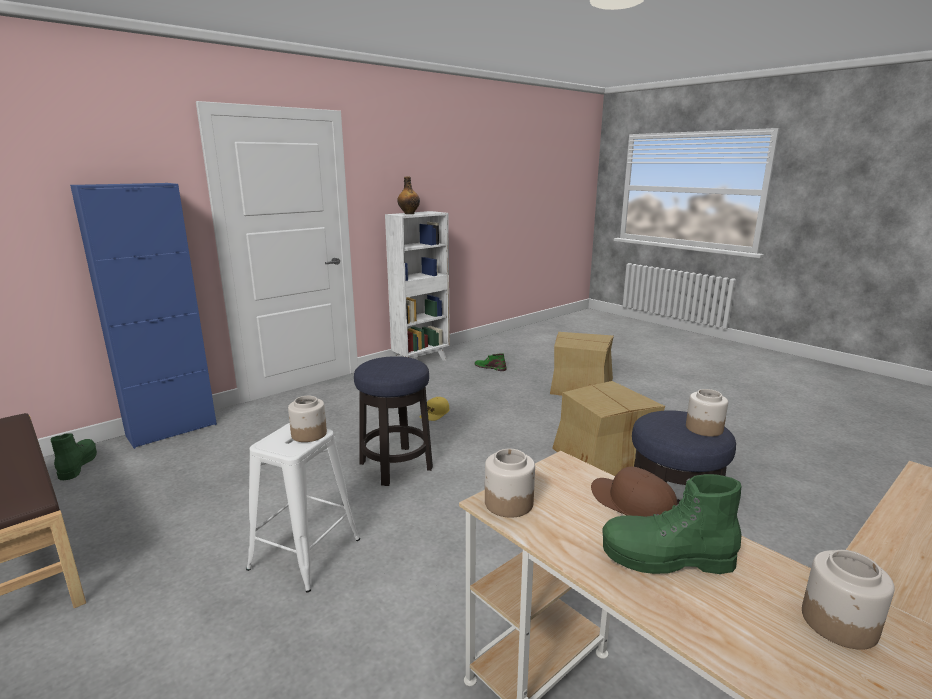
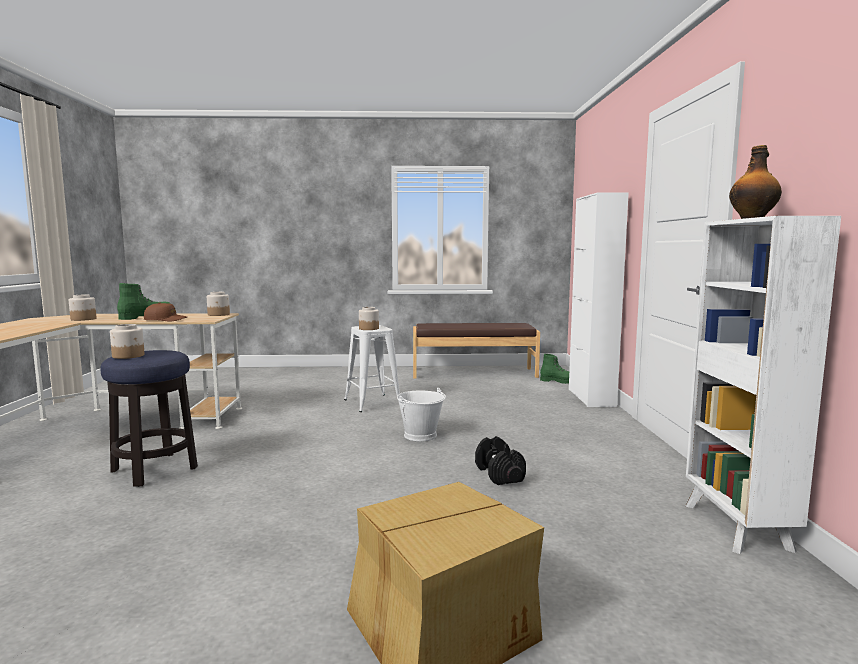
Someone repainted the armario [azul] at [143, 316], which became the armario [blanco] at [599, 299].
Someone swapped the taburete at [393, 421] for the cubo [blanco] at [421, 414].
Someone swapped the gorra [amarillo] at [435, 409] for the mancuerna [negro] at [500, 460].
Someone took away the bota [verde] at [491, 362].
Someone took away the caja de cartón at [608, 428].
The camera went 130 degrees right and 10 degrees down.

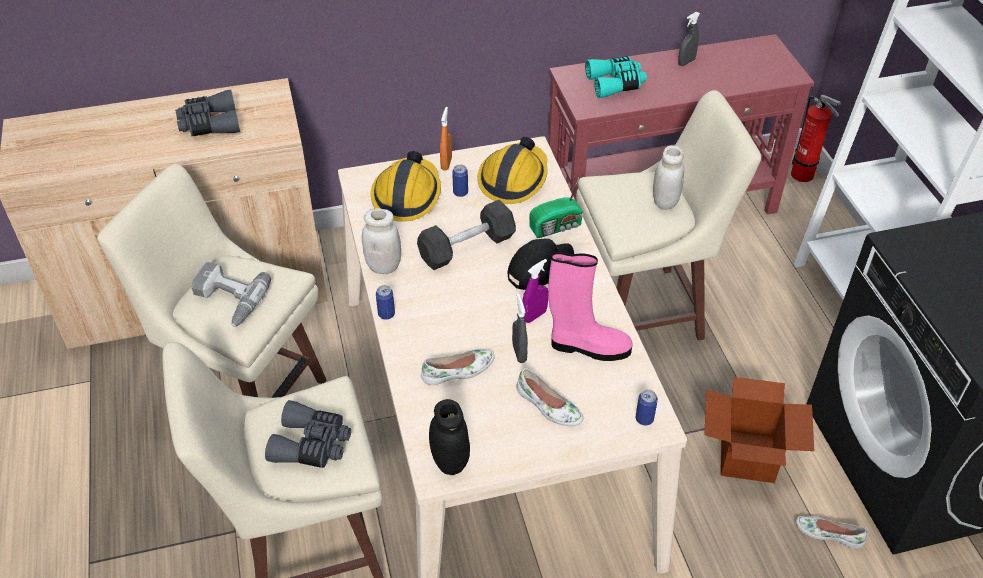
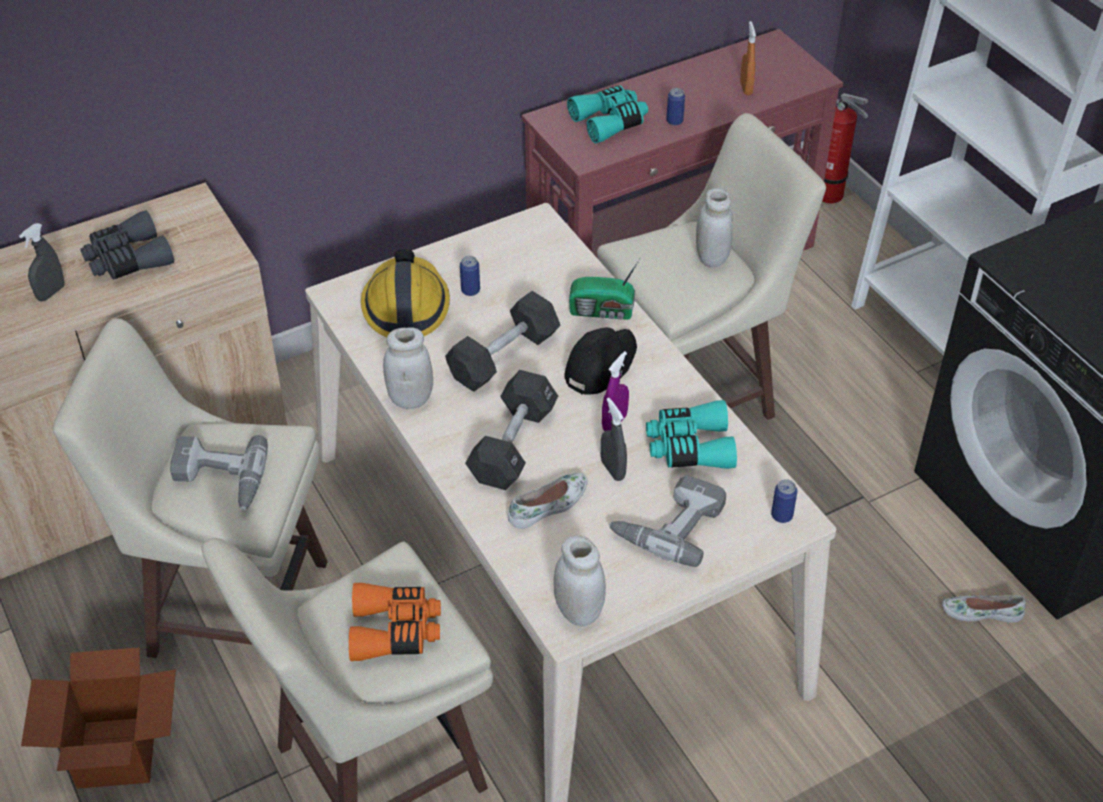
Someone repainted the prismáticos [gris] at [308, 434], which became the prismáticos [naranja] at [395, 622].
Someone carried the lata from [385, 302] to [675, 107].
Someone repainted the tarro [negro] at [449, 437], which became the tarro [blanco] at [580, 580].
Someone carried the pulverizador [naranja] from [446, 138] to [748, 58].
Someone took away the casco at [513, 170].
Someone swapped the zapato [blanco] at [550, 397] for the taladro at [667, 521].
Someone rotated the radio at [556, 206] by 45 degrees clockwise.
Someone swapped the bota [rosa] at [590, 306] for the prismáticos [turquesa] at [691, 434].
Someone carried the pulverizador [gris] from [689, 39] to [41, 262].
Someone carried the caja de cartón from [759, 430] to [98, 718].
Someone put down the mancuerna [negro] at [511, 430].
The camera went 15 degrees left and 0 degrees up.

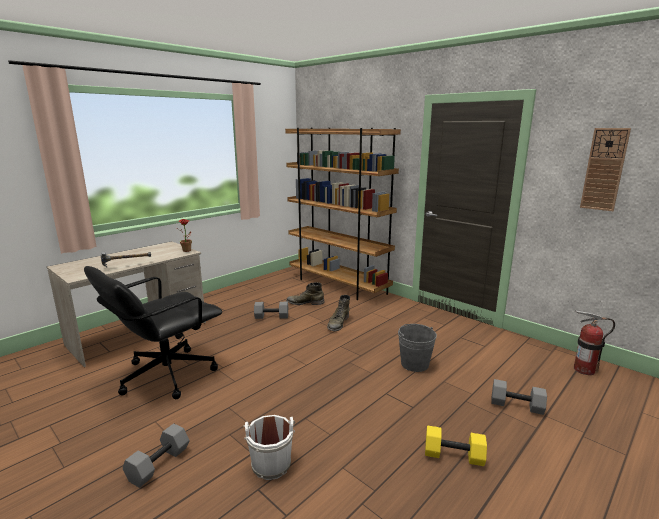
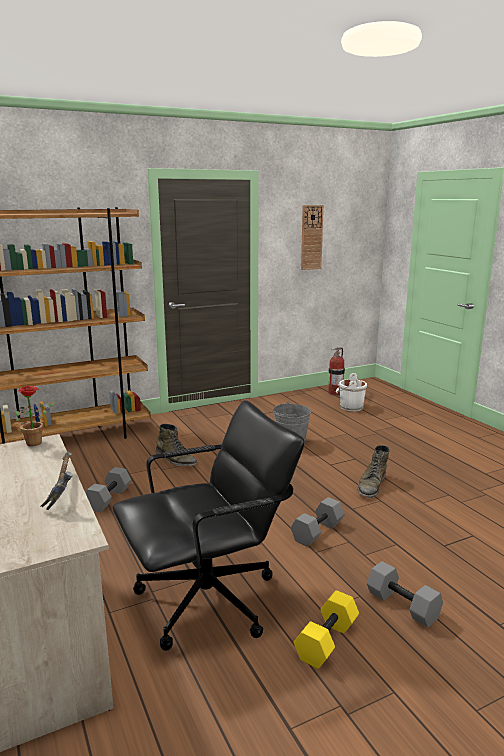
Someone rotated the silla de oficina [negro] at [153, 332] by 90 degrees counterclockwise.
Someone carried the cubo [blanco] from [269, 447] to [351, 392].
Someone carried the bota [verde] from [305, 293] to [373, 471].
Someone carried the mancuerna [amarillo] from [456, 445] to [326, 629].
Someone carried the mancuerna [gris] from [519, 397] to [317, 521].
The camera went 70 degrees left and 0 degrees up.

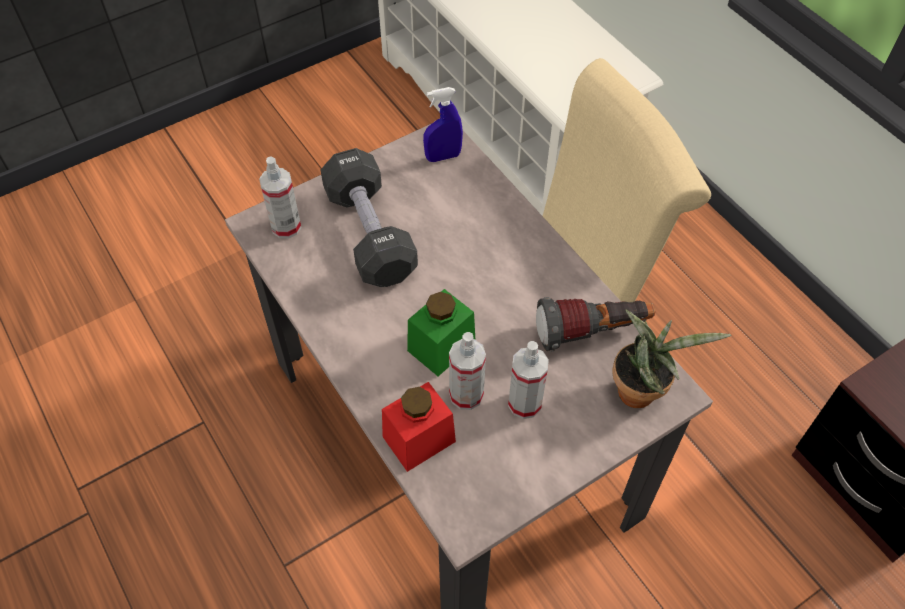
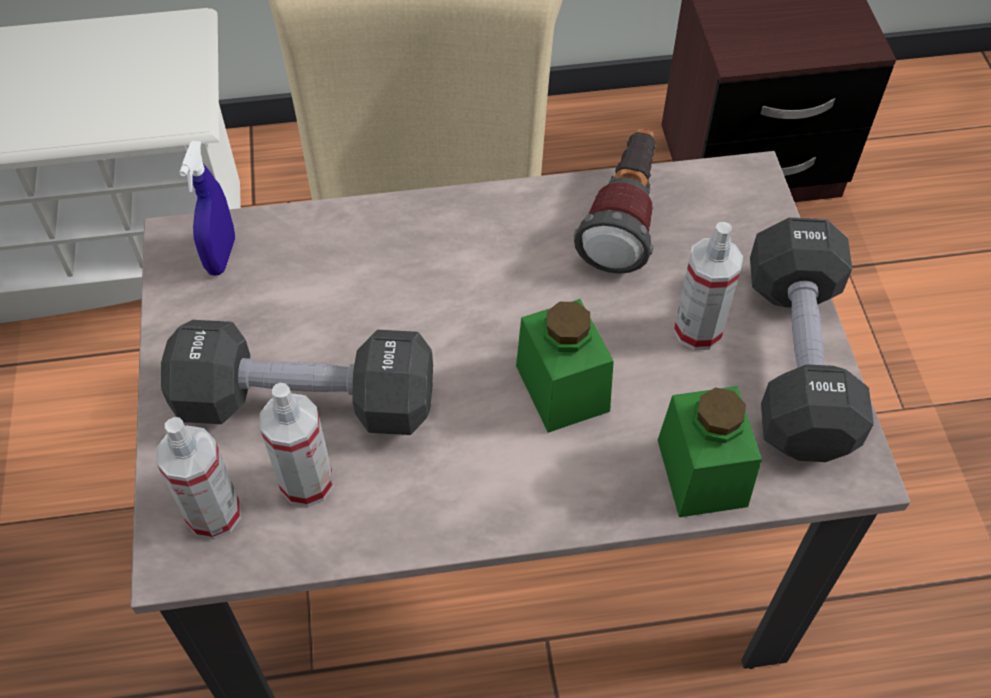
Someone repainted the tarro [rojo] at [419, 427], which became the tarro [verde] at [710, 451].
Someone carried the pulverizador from [467, 371] to [296, 445].
Someone took away the planta en maceta at [671, 359].
Someone put down the mancuerna [negro] at [812, 339].
The camera went 65 degrees left and 0 degrees up.

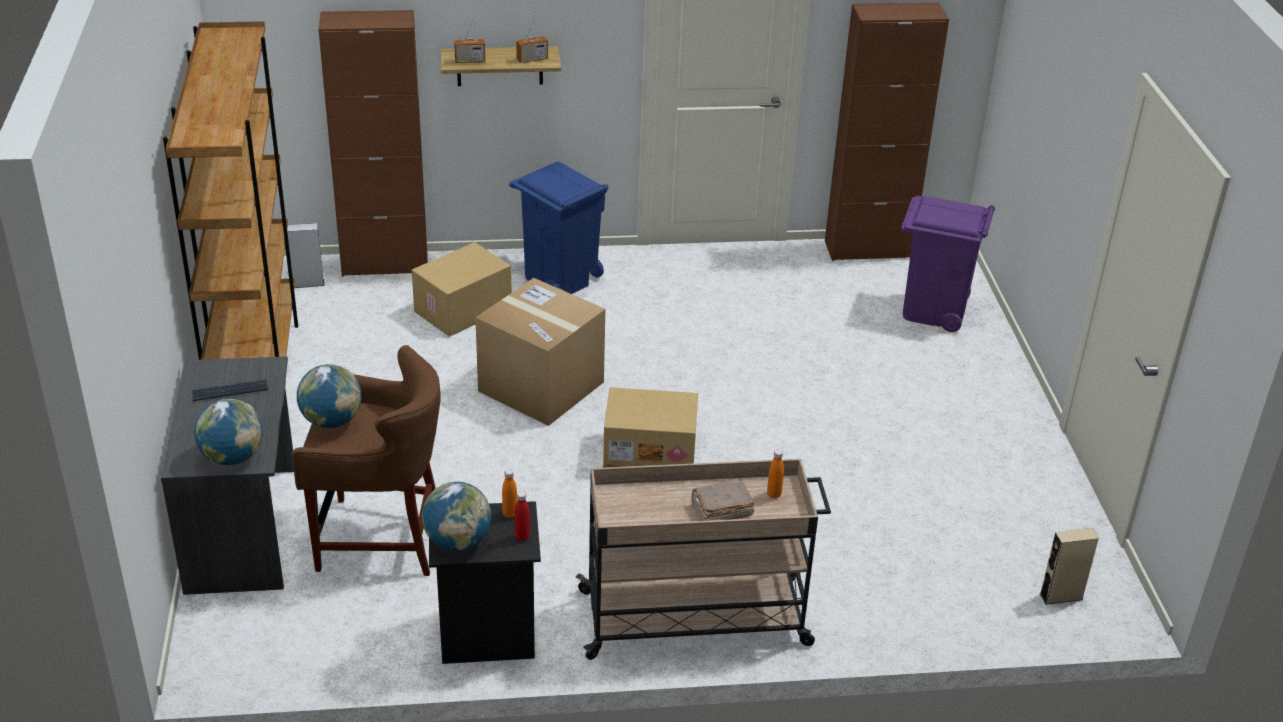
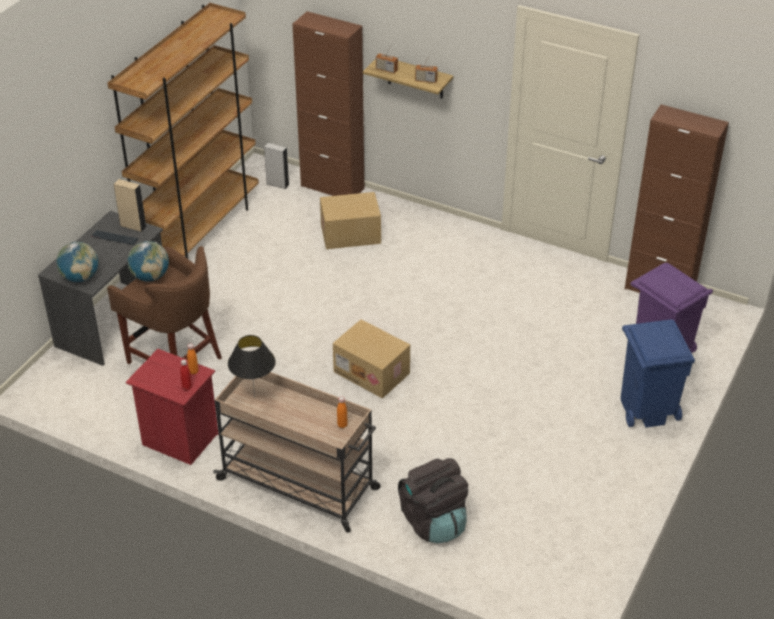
Someone took away the globo terráqueo at [456, 516].
Someone repainted the mesita de noche [negro] at [485, 582], which became the mesita de noche [rojo] at [172, 407].
Someone took away the caja de cartón at [540, 352].
Someone carried the papelera [azul] from [559, 228] to [658, 374].
Someone took away the libro [marrón] at [723, 500].
Someone carried the altavoz [beis] from [1069, 566] to [130, 205].
Someone put down the lámpara de mesa [negro] at [252, 366].
Someone put down the mochila [negro] at [433, 500].
The camera went 35 degrees right and 5 degrees up.

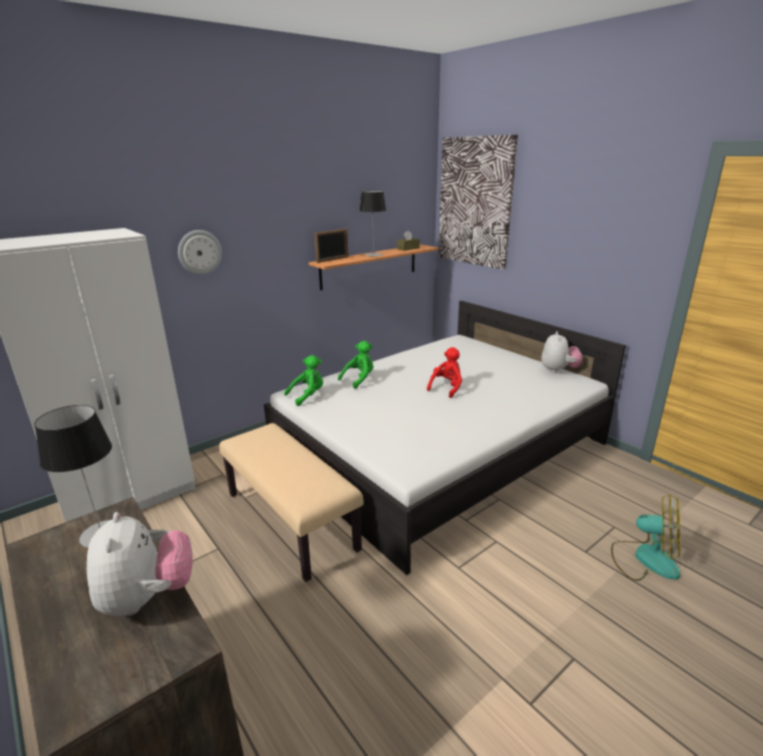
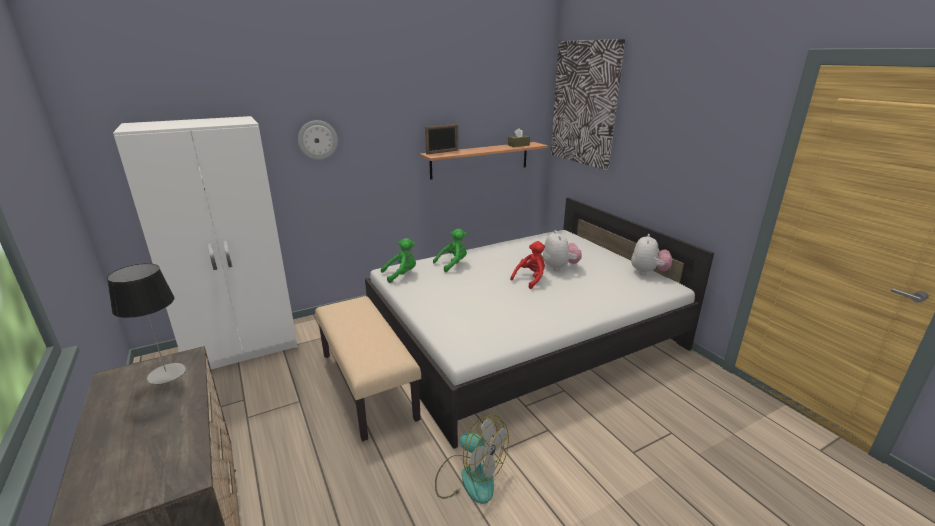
Someone carried the peluche from [140, 564] to [562, 250].
Someone took away the lámpara de mesa at [372, 223].
Someone carried the ventilador from [645, 537] to [472, 459].
The camera went 10 degrees right and 0 degrees up.

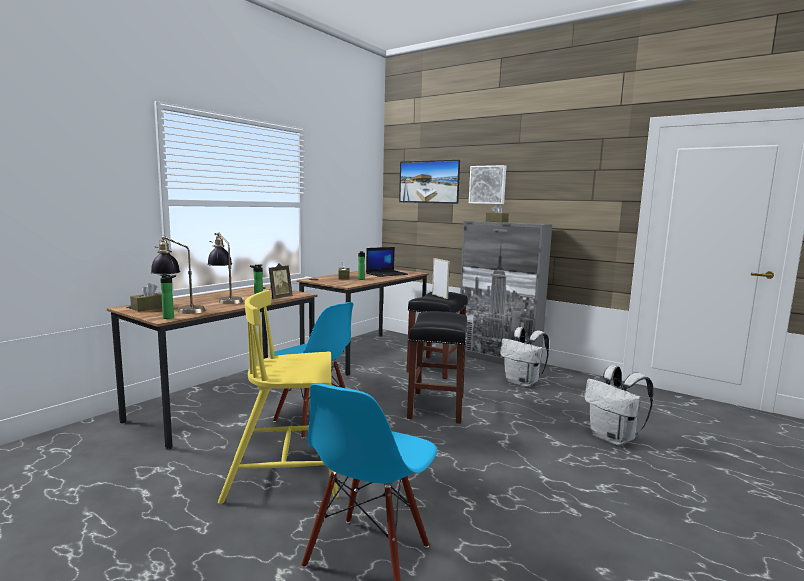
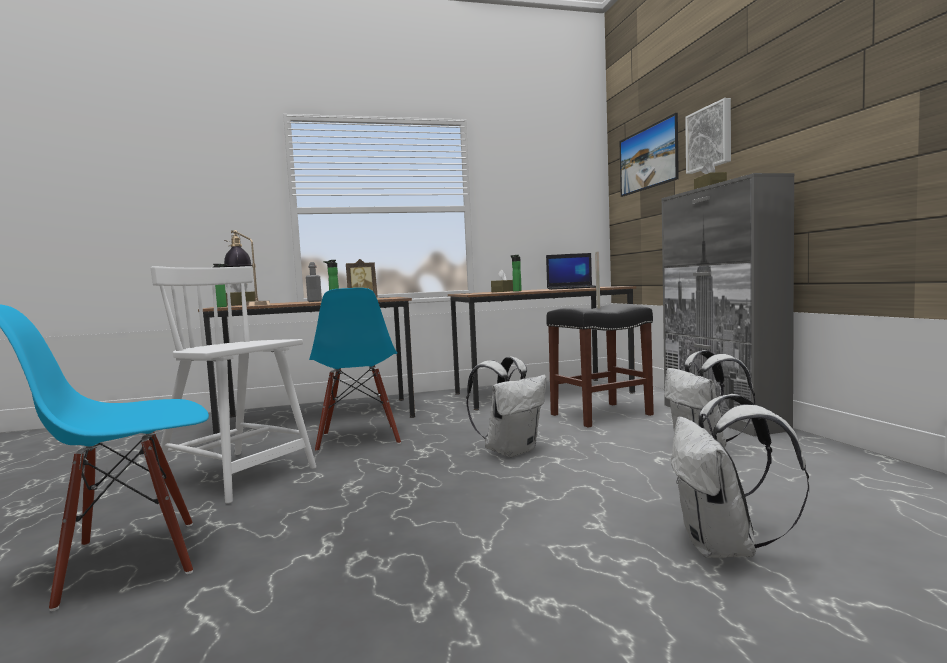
Someone swapped the lámpara de mesa at [225, 268] for the botella [gris] at [314, 282].
Someone repainted the silla [amarillo] at [278, 397], which became the silla [blanco] at [233, 385].
Someone swapped the taburete [negro] at [437, 367] for the mochila [blanco] at [506, 407].
The camera went 40 degrees right and 5 degrees down.

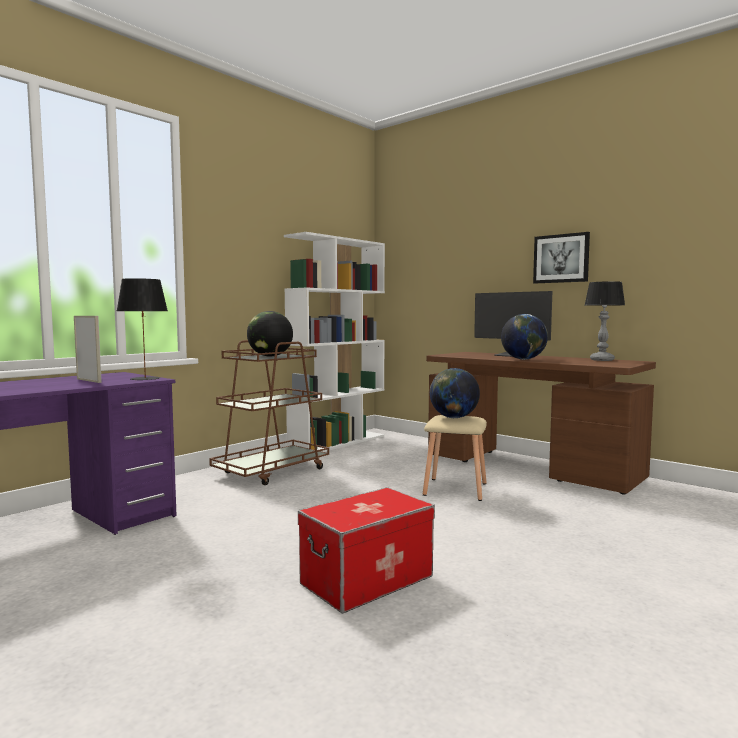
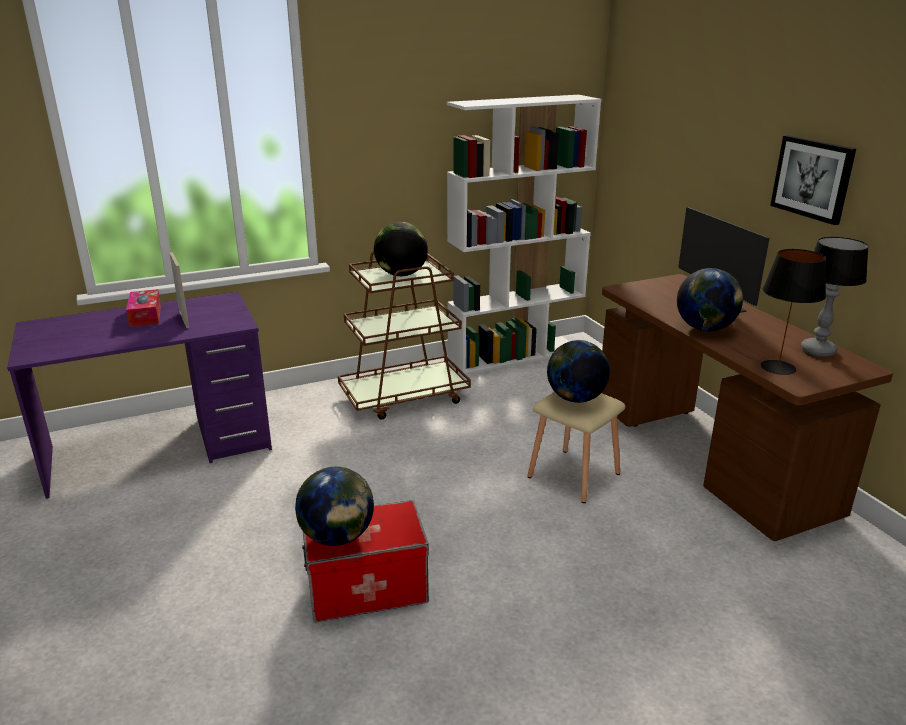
Someone carried the lámpara de mesa [negro] from [142, 329] to [793, 312].
Someone put down the caja de pañuelos at [143, 308].
Someone put down the globo terráqueo at [334, 506].
The camera went 25 degrees right and 20 degrees up.

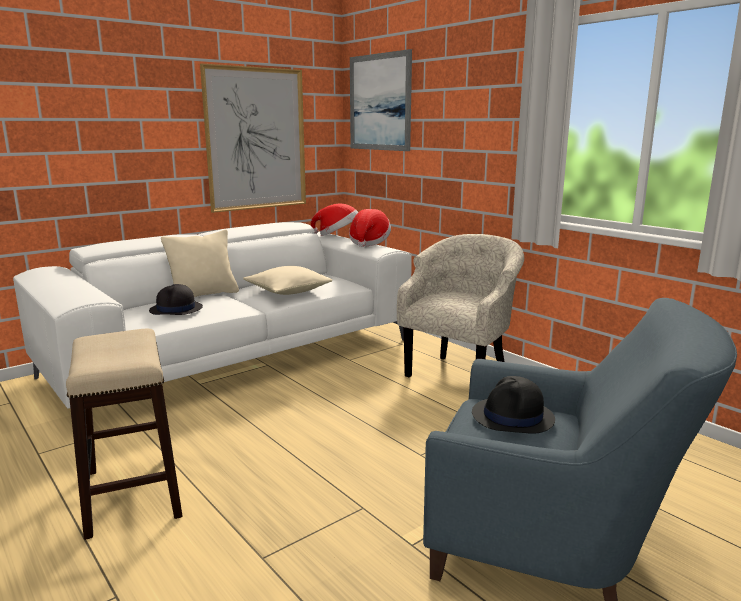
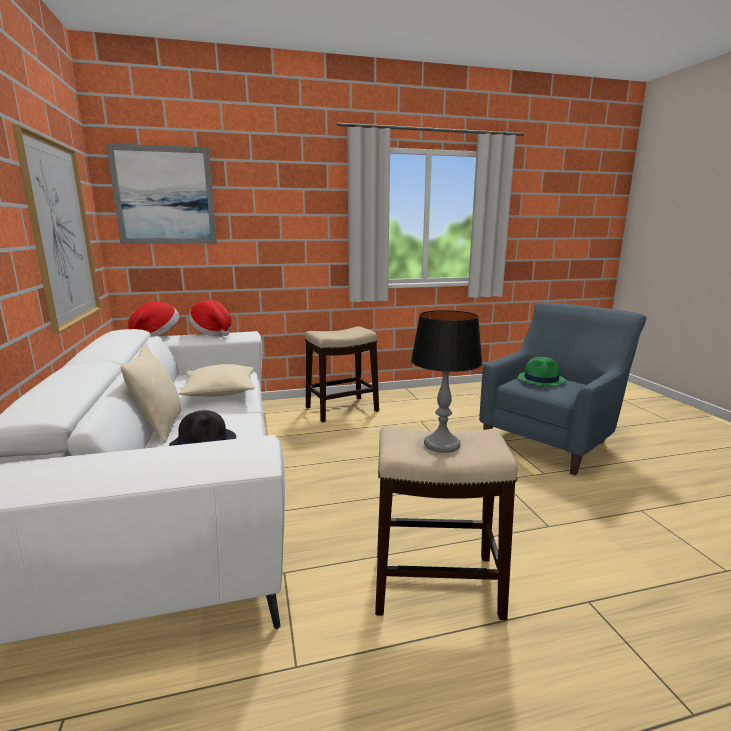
Someone swapped the sillón [beis] at [460, 305] for the taburete at [342, 374].
Someone repainted the sombrero [negro] at [513, 405], which became the sombrero [verde] at [542, 371].
Someone put down the lámpara de mesa at [447, 381].
The camera went 65 degrees left and 0 degrees up.

